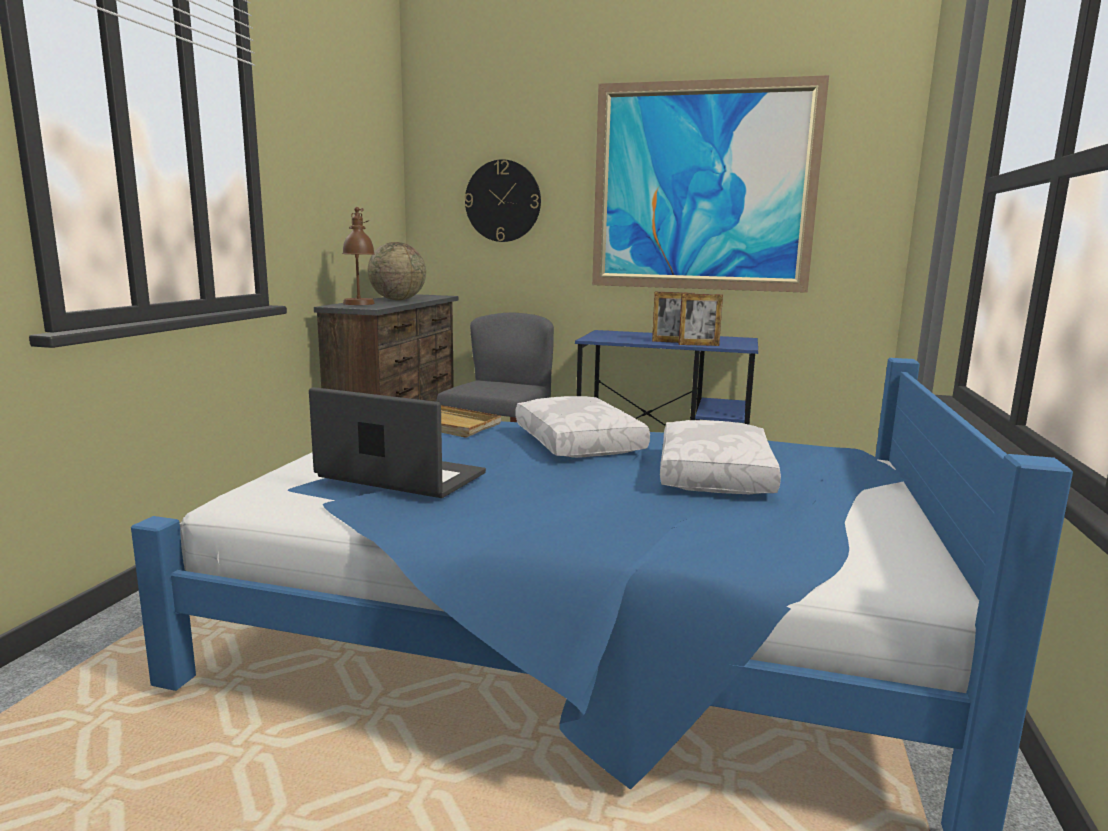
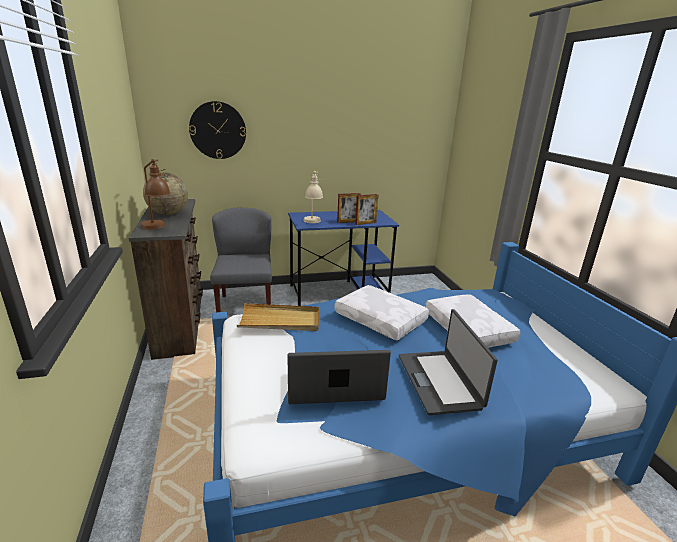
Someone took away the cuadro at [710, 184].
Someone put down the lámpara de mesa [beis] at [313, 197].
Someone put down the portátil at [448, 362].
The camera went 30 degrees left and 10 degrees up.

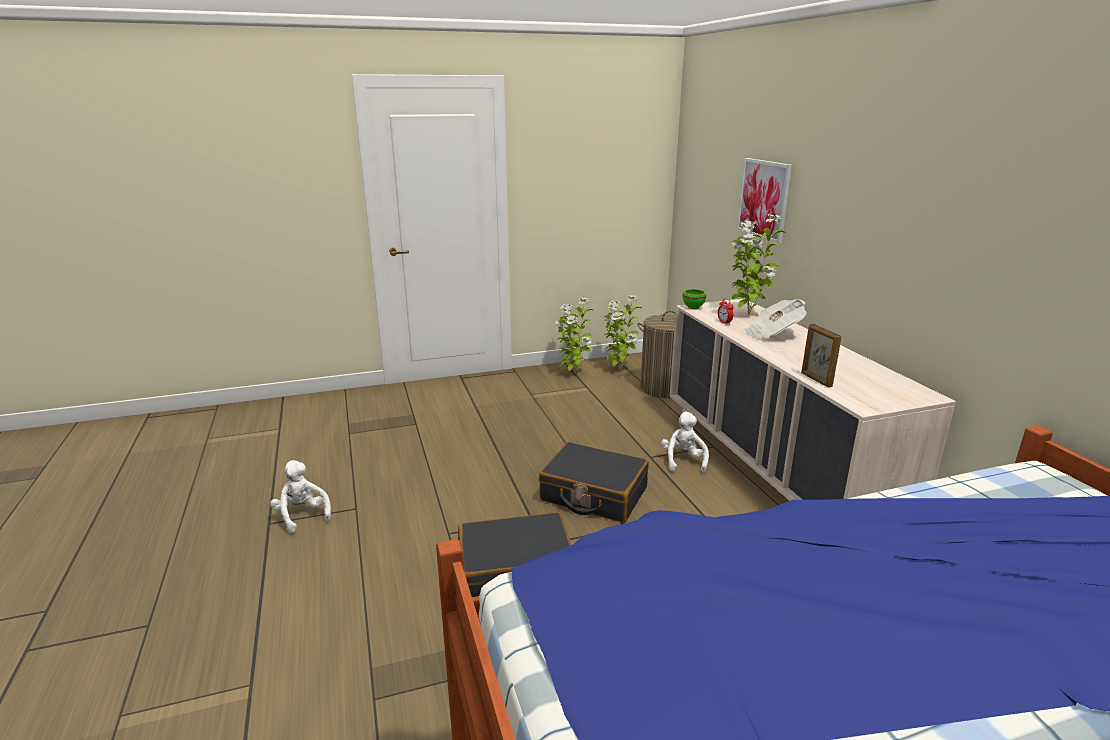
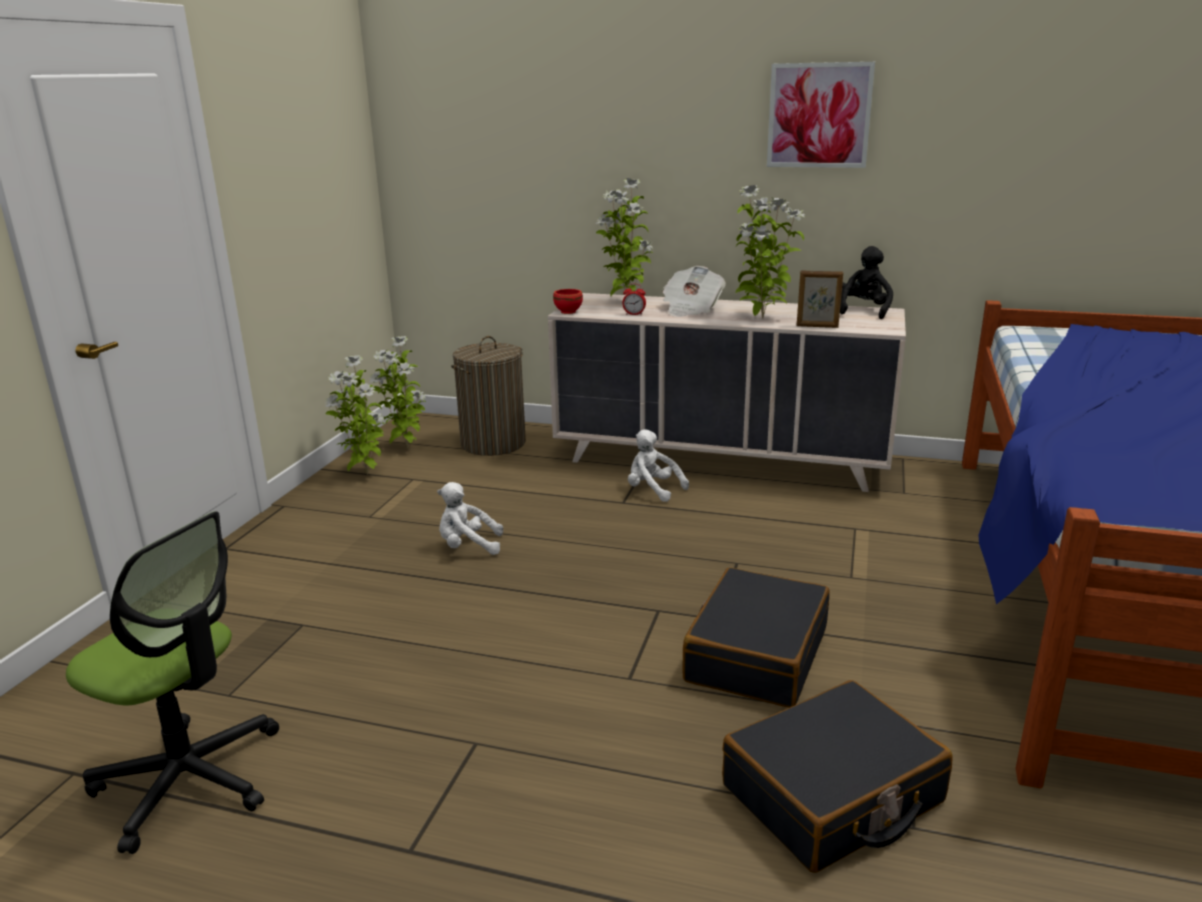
Someone carried the peluche [blanco] from [300, 496] to [470, 518].
Someone carried the maleta [negro] from [594, 482] to [837, 776].
Someone repainted the cuenco [verde] at [694, 299], which became the cuenco [rojo] at [568, 301].
Someone carried the cuadro from [764, 201] to [821, 115].
Someone put down the silla de oficina at [172, 682].
Someone put down the planta en maceta at [770, 251].
Someone put down the peluche [negro] at [866, 282].
The camera went 55 degrees left and 0 degrees up.

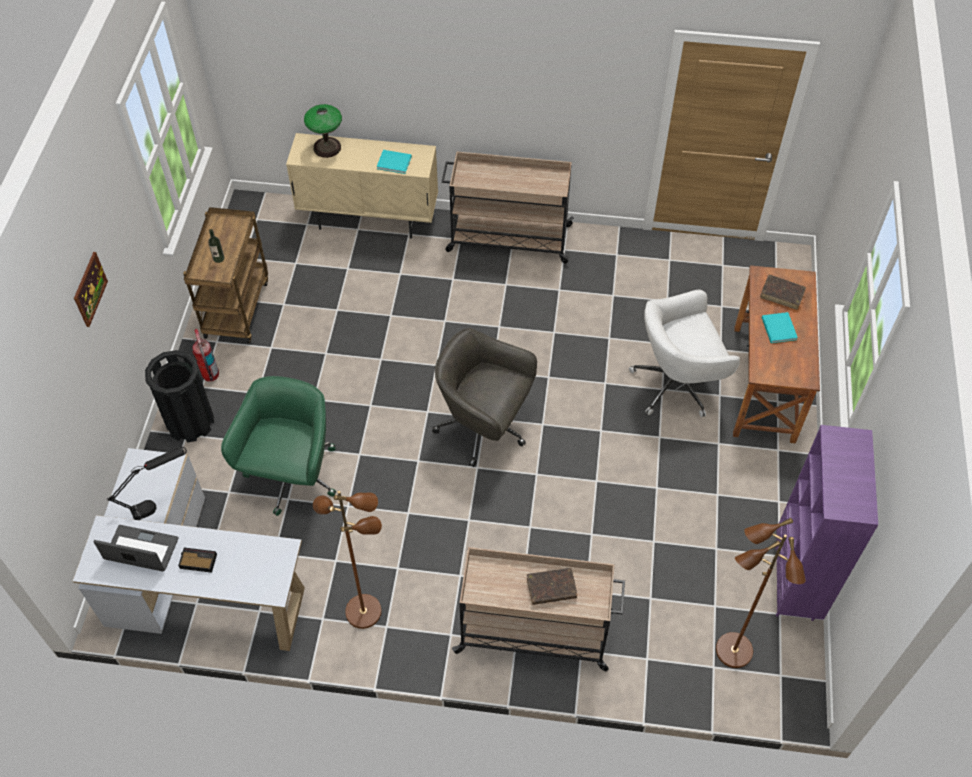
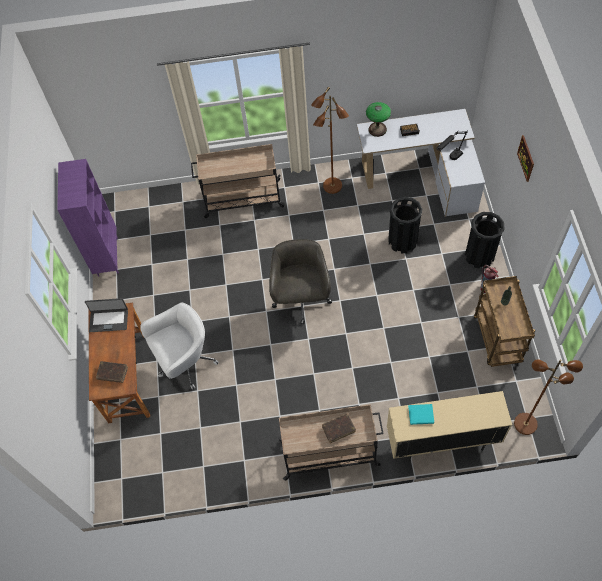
Someone carried the portátil from [136, 548] to [106, 315].
Someone swapped the silla de oficina [verde] at [278, 446] for the papelera [negro] at [405, 225].
Someone carried the lámpara de mesa from [323, 131] to [378, 119].
Someone rotated the silla de oficina [gris] at [484, 397] by 105 degrees counterclockwise.
Someone carried the libro [marrón] from [552, 586] to [339, 428].
Someone carried the lámpara de pie [marrón] from [761, 593] to [548, 397].
Someone took away the libro [turquesa] at [780, 327].
The camera went 170 degrees right and 5 degrees up.

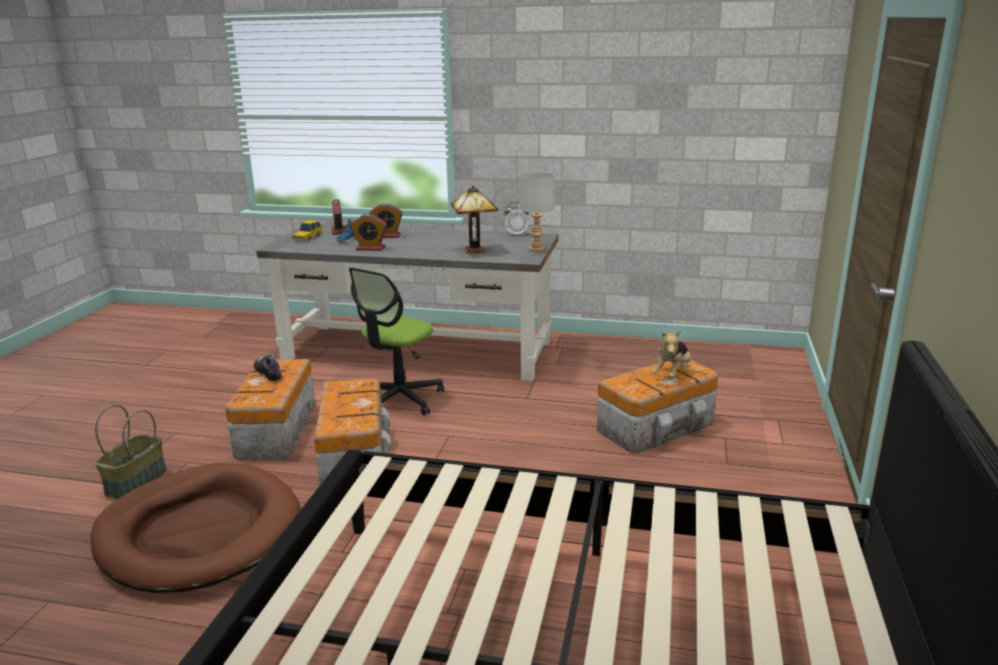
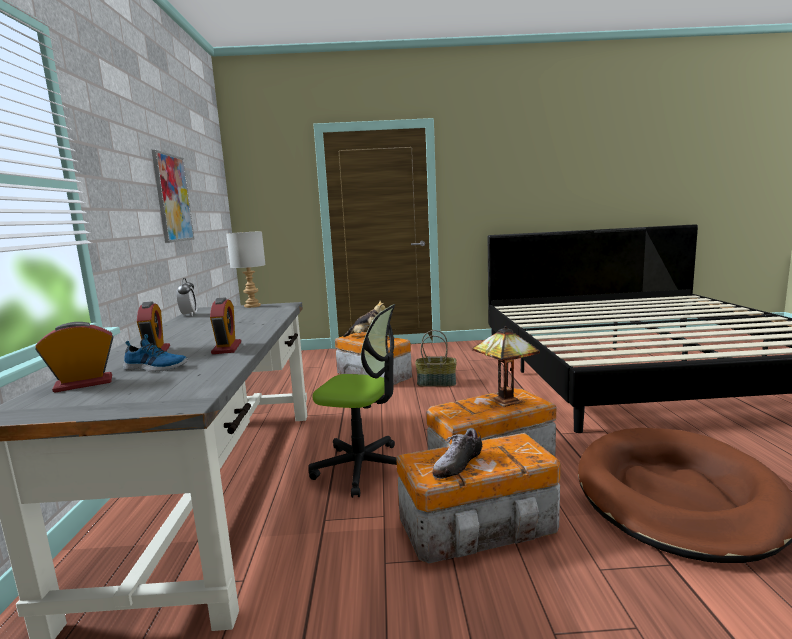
Someone carried the cesta from [131, 452] to [436, 358].
Someone took away the coche de juguete at [308, 230].
Someone carried the lámpara de mesa from [474, 219] to [506, 366].
Someone put up the cuadro at [173, 196].
The camera went 105 degrees left and 10 degrees down.

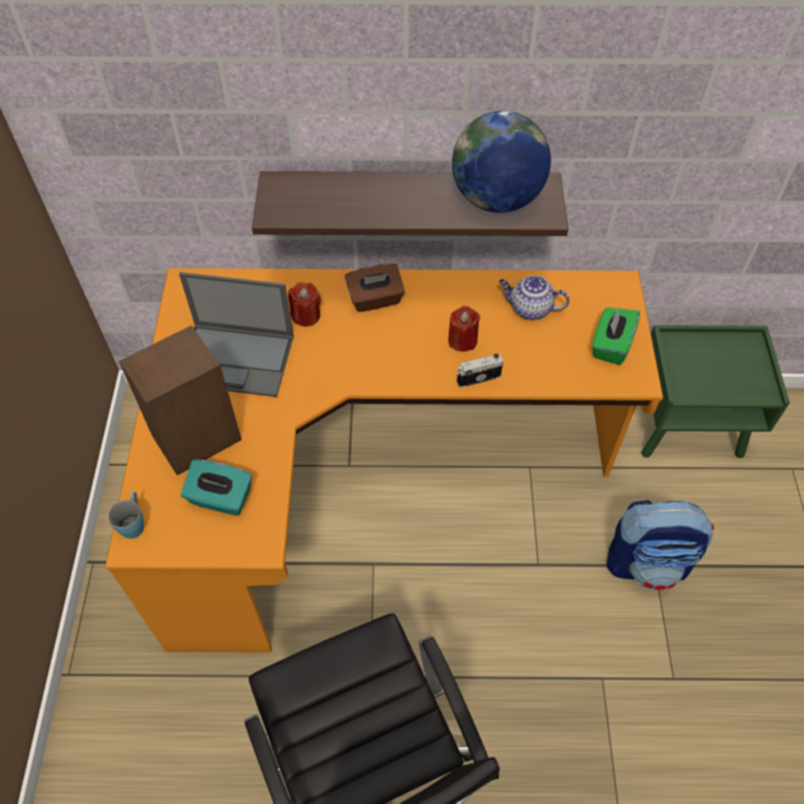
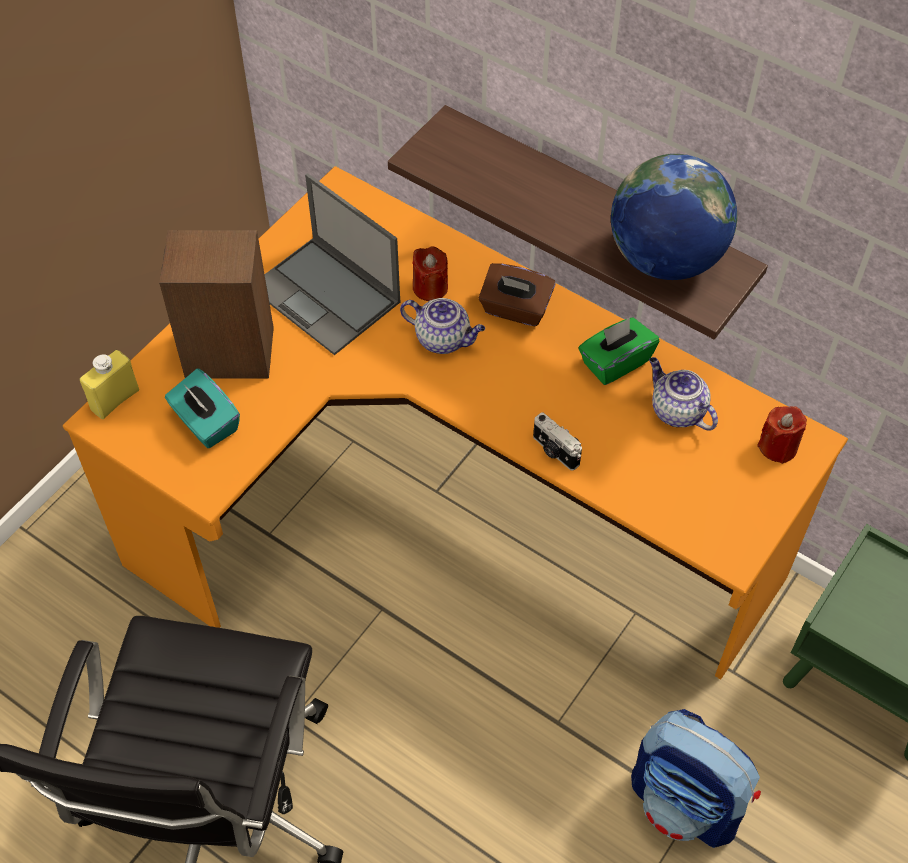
Someone swapped the taza grande [azul] at [126, 515] for the botella [amarillo] at [109, 384].
Someone carried the vela [rojo] from [464, 329] to [782, 435].
Someone rotated the cámara at [480, 370] by 150 degrees counterclockwise.
Someone carried the caja de pañuelos [verde] from [616, 336] to [618, 351].
Someone put down the tetera at [442, 326].
The camera went 35 degrees right and 0 degrees up.

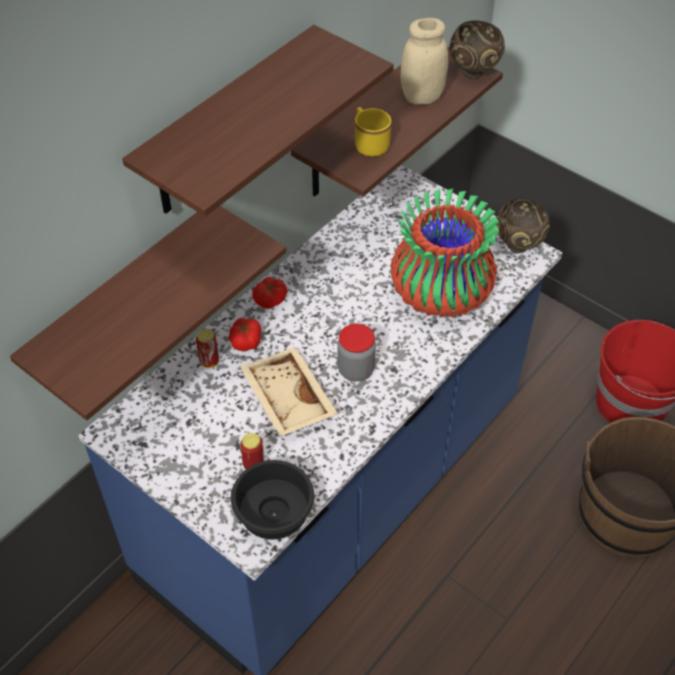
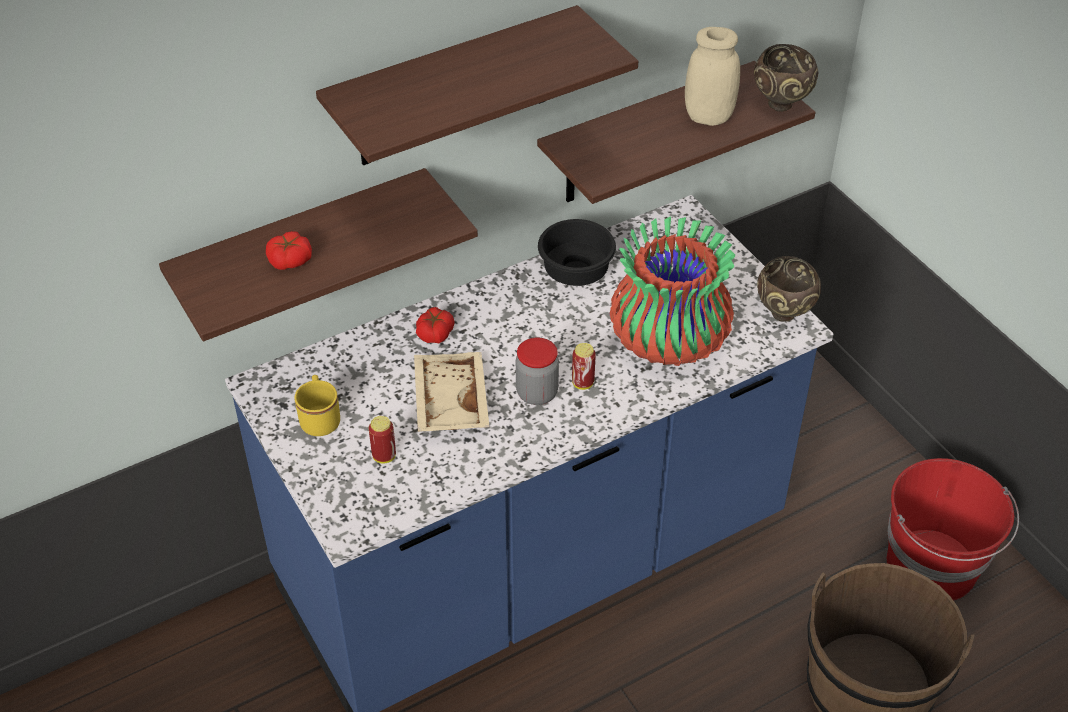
Someone carried the lata from [207, 348] to [584, 366].
Someone carried the cuenco [negro] from [272, 500] to [577, 252].
Someone carried the tomate from [270, 293] to [289, 250].
Someone carried the taza grande [amarillo] from [373, 132] to [317, 405].
The camera went 20 degrees right and 5 degrees down.

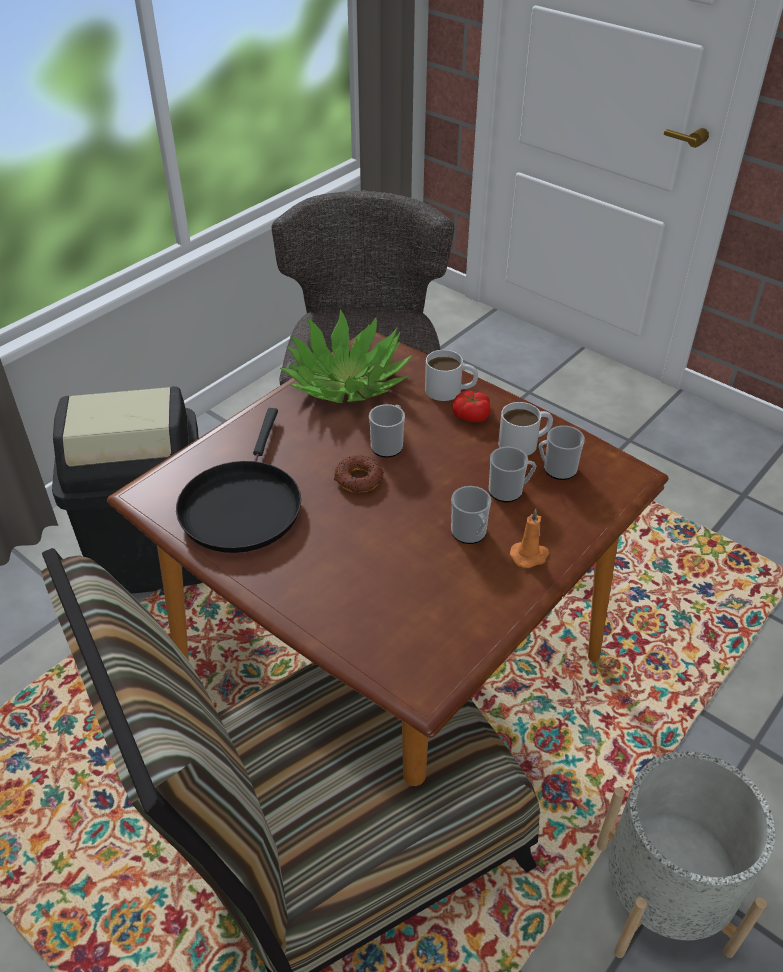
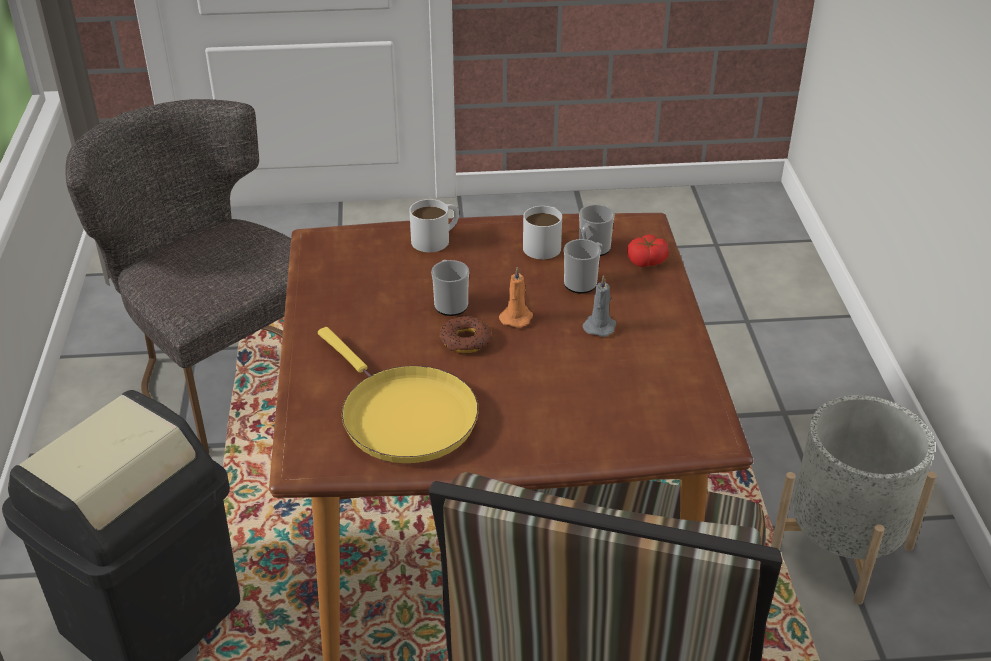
Someone repainted the sartén [negro] at [238, 480], which became the sartén [amarillo] at [398, 395].
Someone took away the planta en maceta at [346, 356].
Someone swapped the taza grande at [471, 515] for the vela [gris] at [599, 306].
Someone carried the tomate from [471, 406] to [648, 250].
Someone carried the vela [naranja] from [529, 538] to [516, 297].
The camera went 45 degrees left and 5 degrees down.

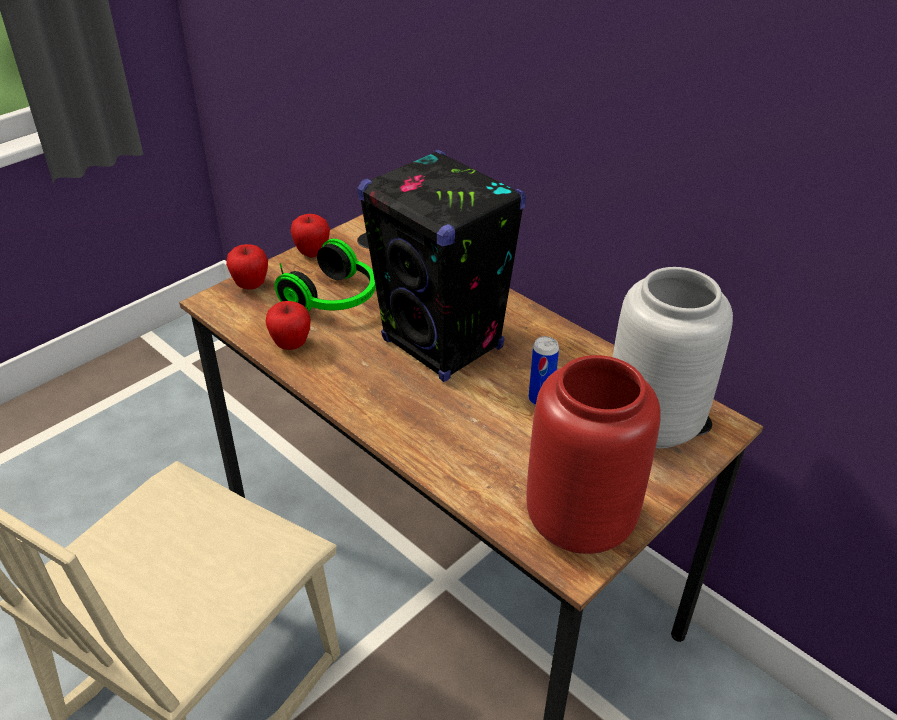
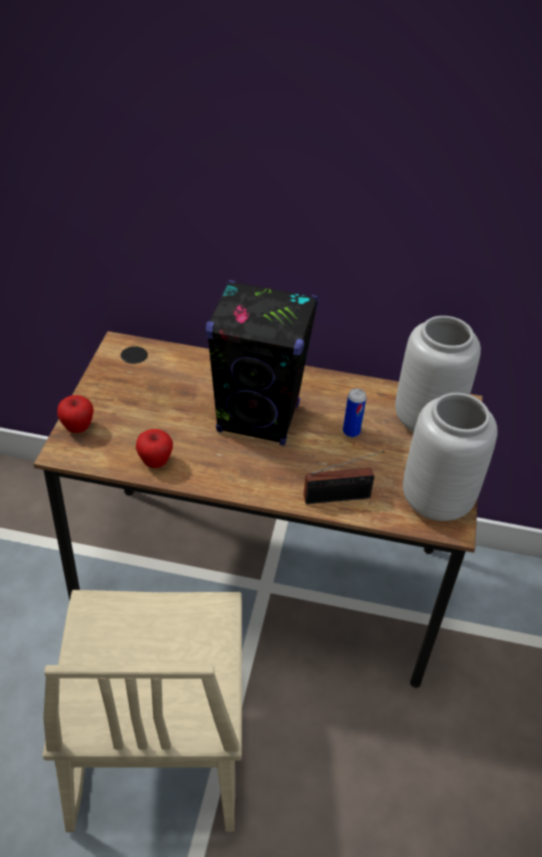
Someone took away the auriculares at [325, 275].
Someone took away the manzana at [310, 236].
Someone repainted the florero [rojo] at [593, 454], which became the florero [gris] at [450, 457].
Someone put down the radio at [344, 477].
The camera went 35 degrees left and 5 degrees up.

